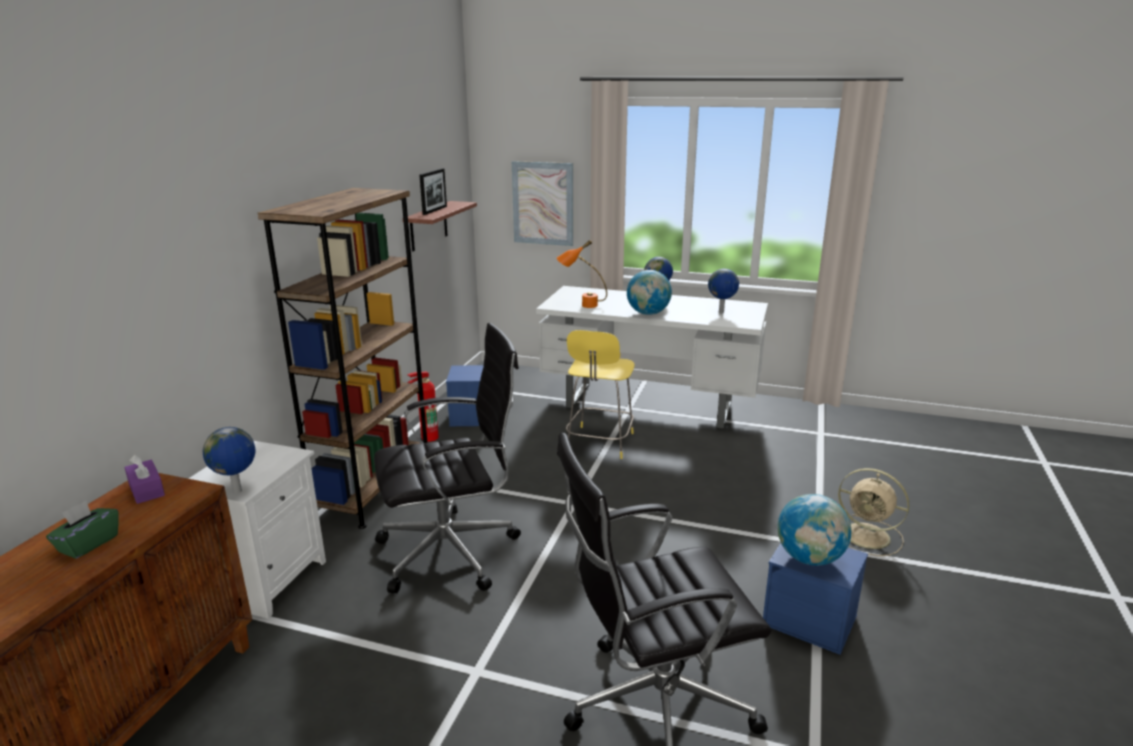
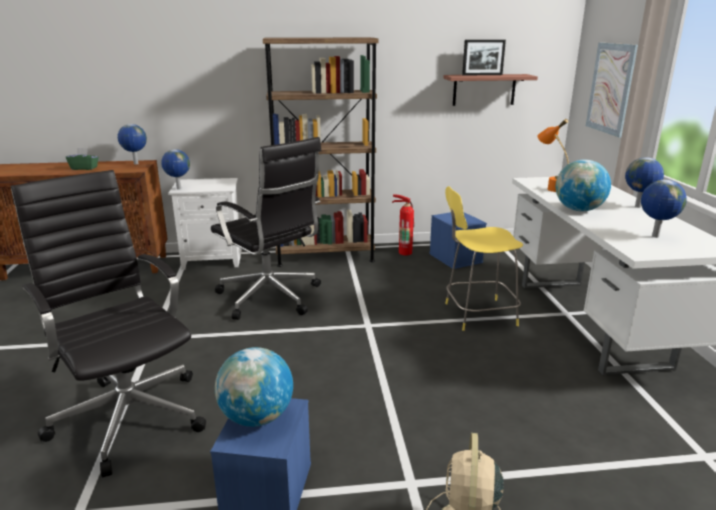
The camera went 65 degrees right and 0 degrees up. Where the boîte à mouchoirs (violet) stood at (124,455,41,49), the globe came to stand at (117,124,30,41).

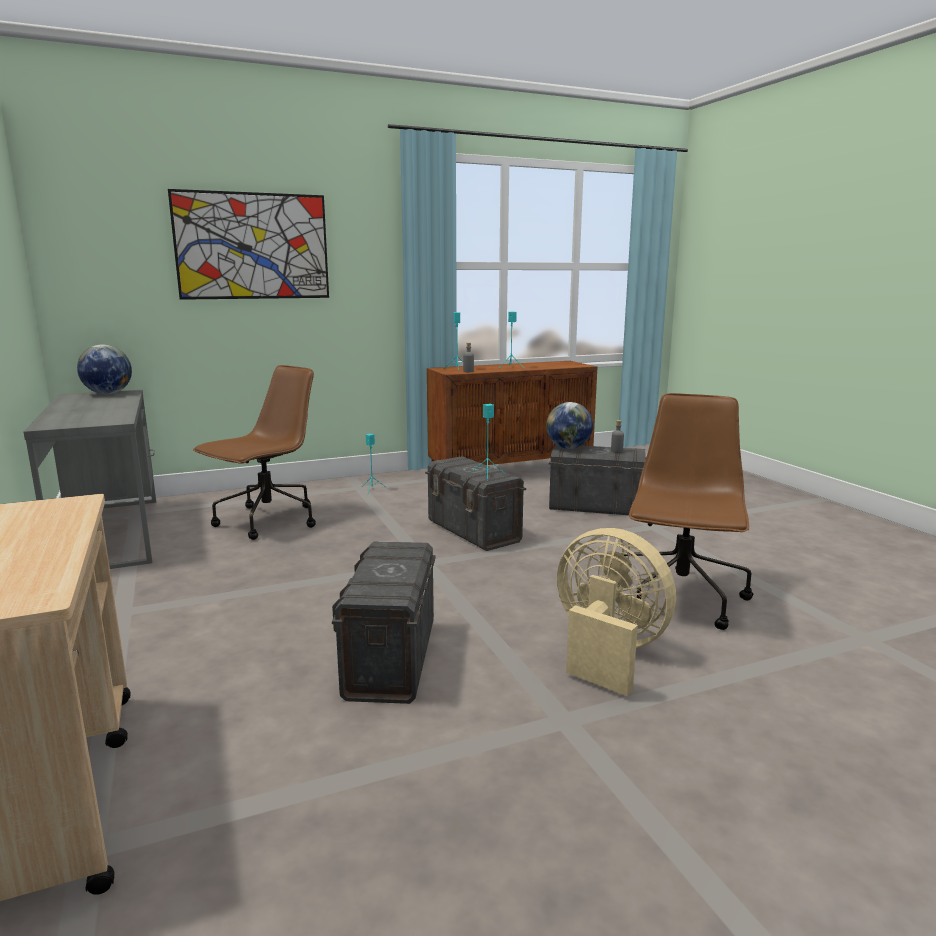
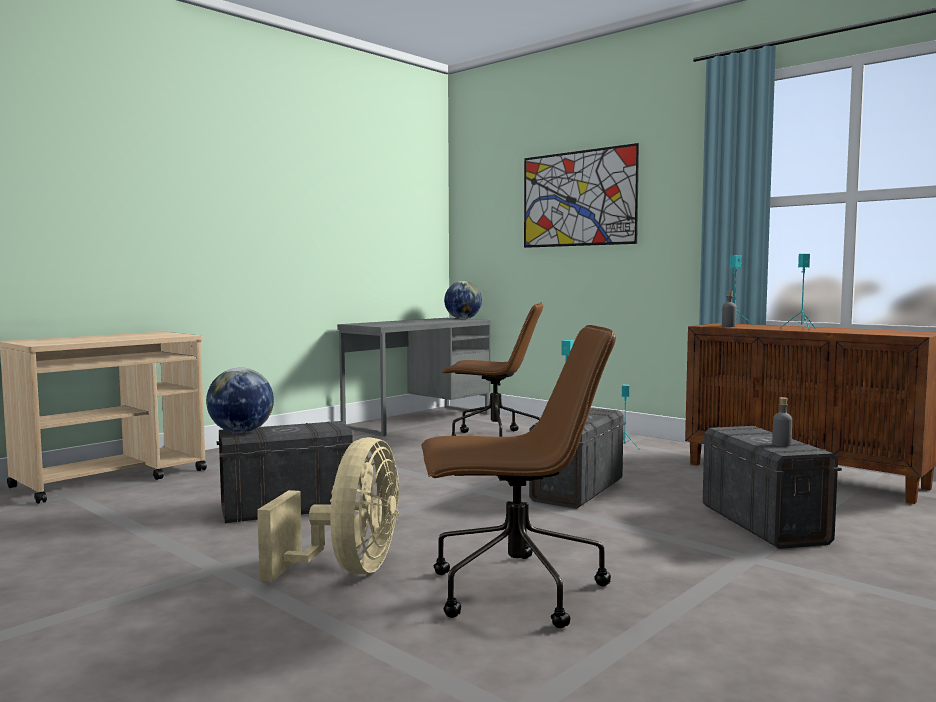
The camera went 65 degrees right and 10 degrees down. The globe ended up elsewhere, having gone from (546,402,47,47) to (206,368,68,65).

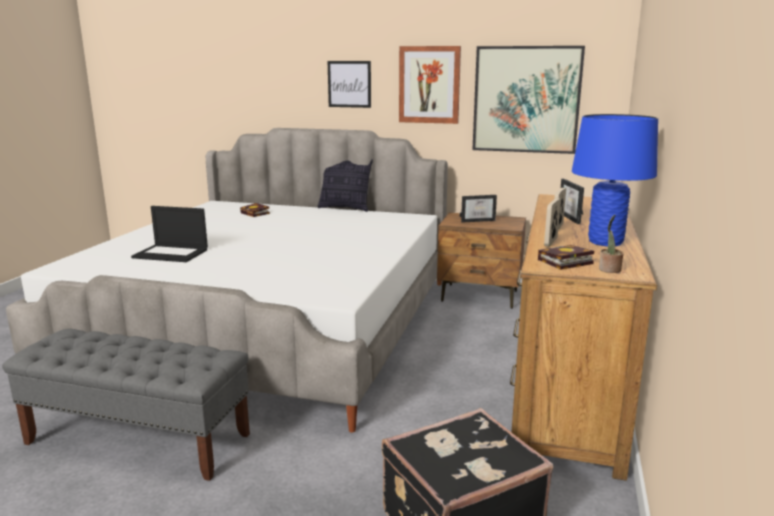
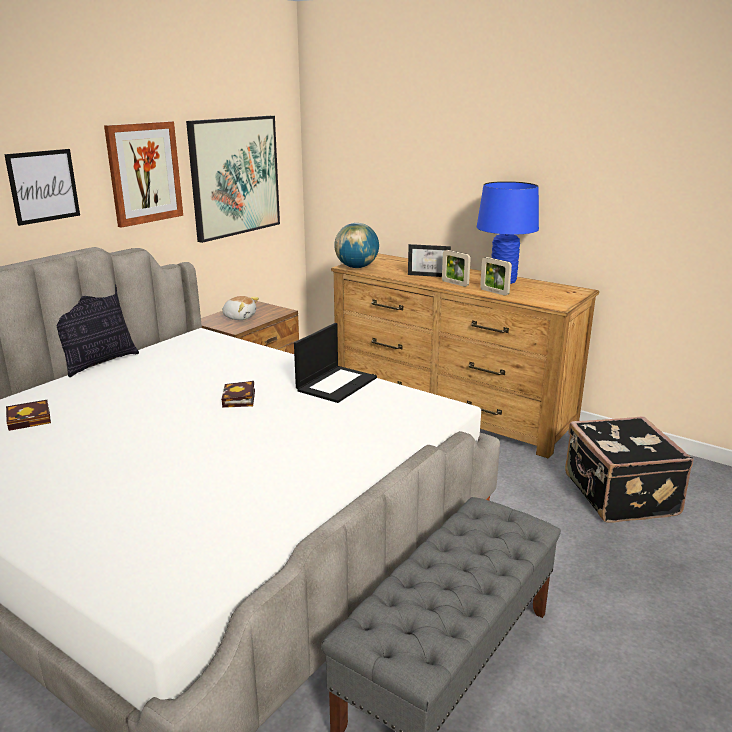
The camera went 70 degrees left and 5 degrees up. The livre ended up elsewhere, having gone from (538,245,56,25) to (221,381,34,27). Where the cadre photo stood at (460,195,37,28), the peluche came to stand at (222,296,37,24). The ordinateur portable ended up elsewhere, having gone from (131,206,77,56) to (294,323,83,80). The second view gained the globe at (334,223,45,45). The second view lost the plante en pot at (599,215,25,58).

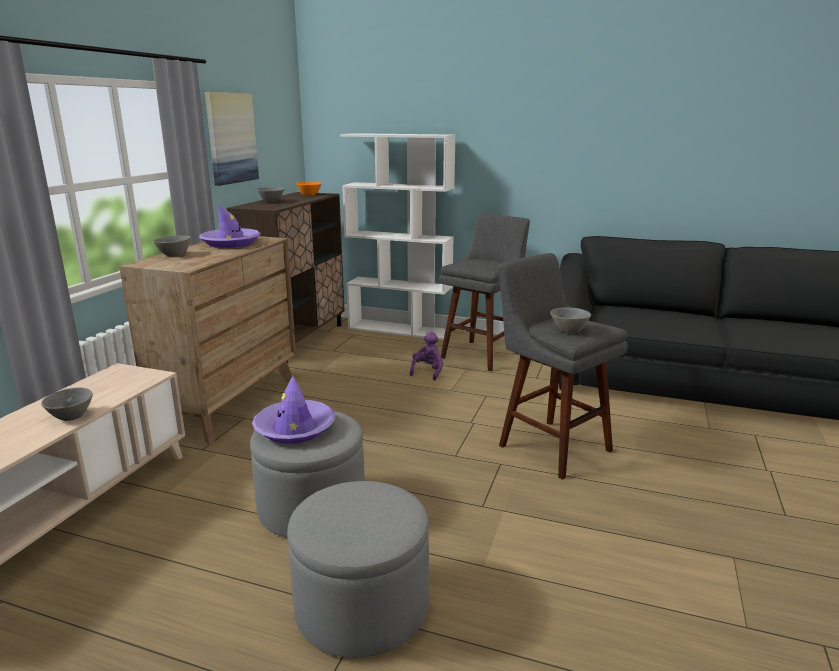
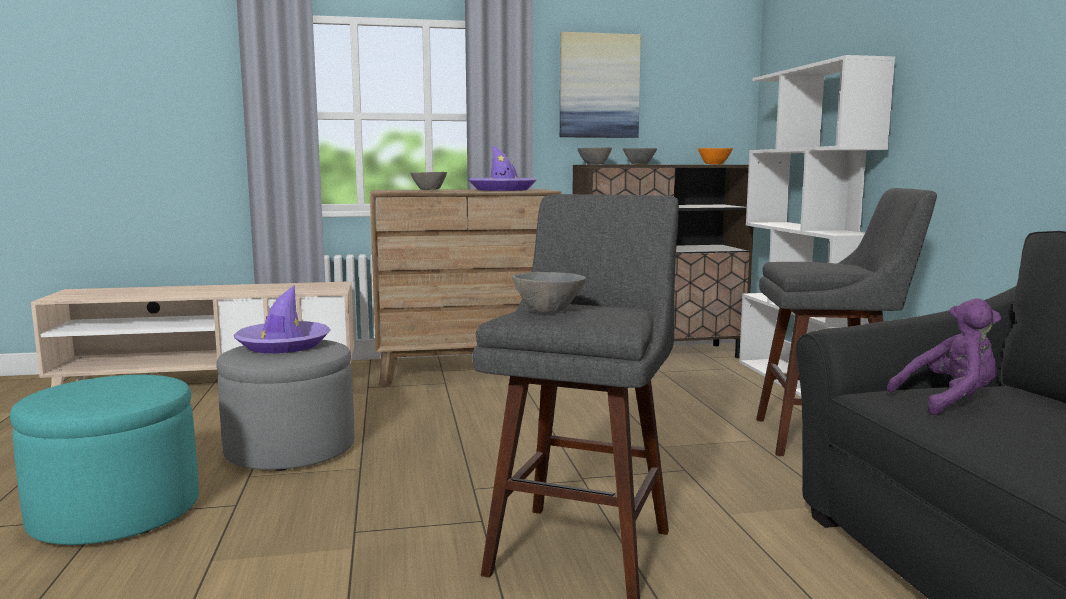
The camera went 60 degrees right and 10 degrees down. What was the pouf (gris) at (287,481,142,177) turned into the pouf (turquoise) at (10,375,189,170). The bol (gris) ended up elsewhere, having gone from (41,387,52,34) to (578,147,34,17). The peluche (violet) ended up elsewhere, having gone from (410,332,33,49) to (887,298,115,117).

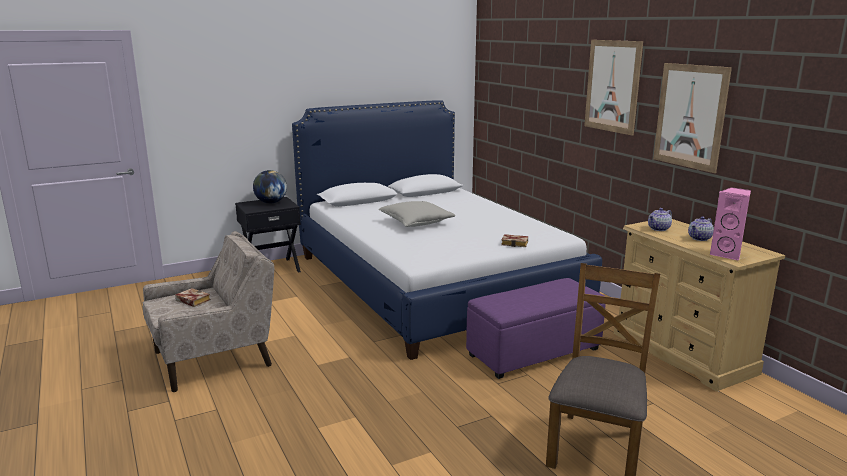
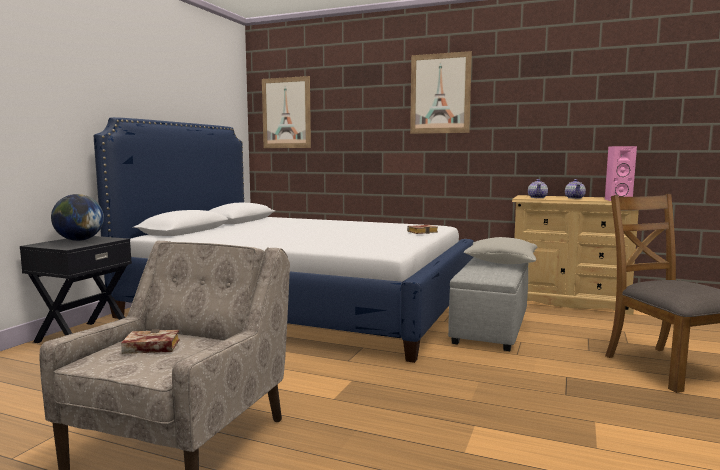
The camera went 40 degrees left and 10 degrees down. The tableau ended up elsewhere, having gone from (653,63,79,110) to (262,76,49,72). What was the pouf (violet) at (466,278,140,101) turned into the pouf (gris) at (448,257,81,94). The coussin (gris) ended up elsewhere, having gone from (379,201,76,26) to (464,237,73,27).

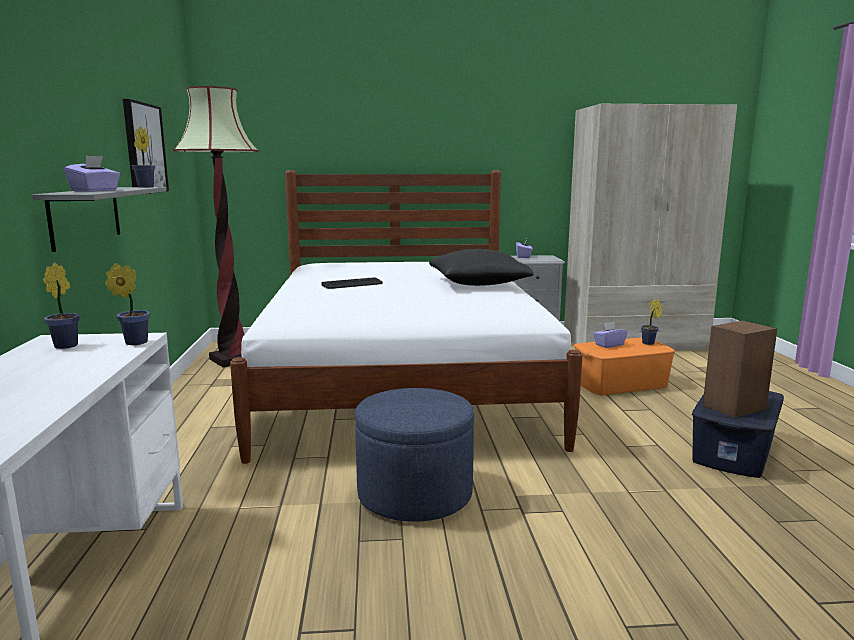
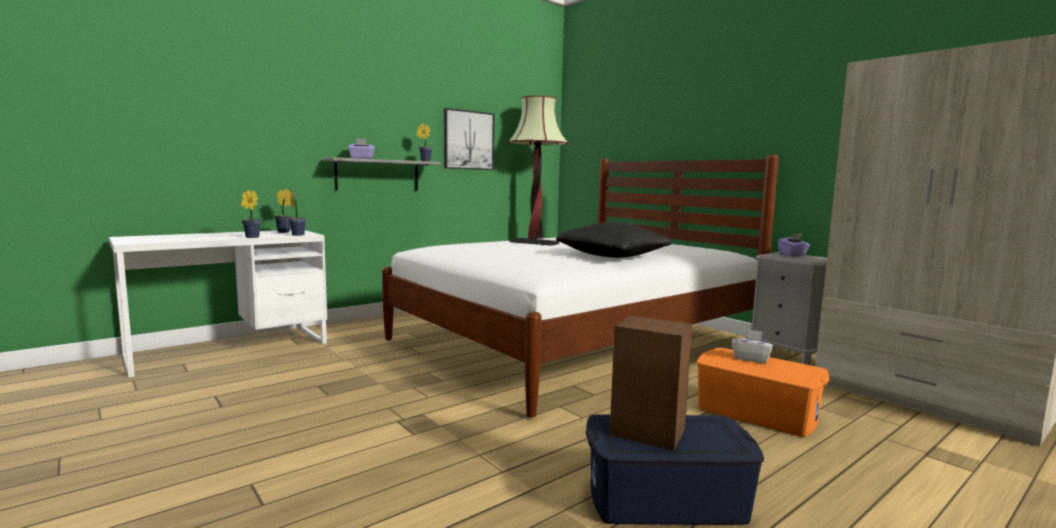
The camera went 55 degrees right and 5 degrees down. The plante en pot ended up elsewhere, having gone from (641,299,22,46) to (241,189,20,49). What was the boîte à mouchoirs (violet) at (593,322,35,26) turned into the boîte à mouchoirs (blanc) at (732,329,41,35). The second view lost the pouf (bleu) at (355,388,119,134).

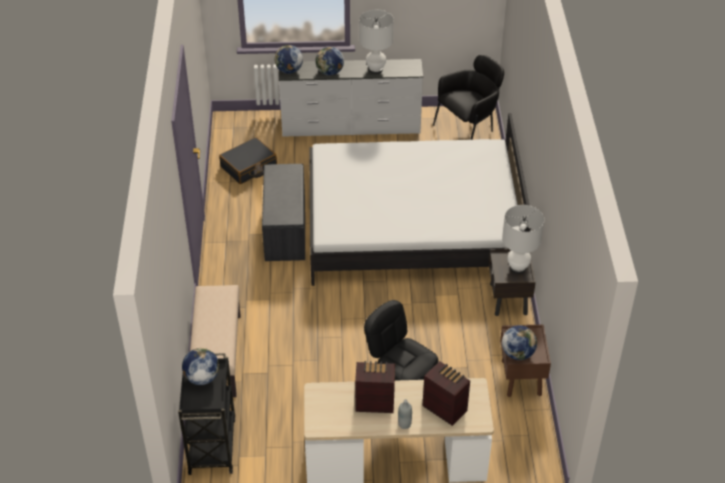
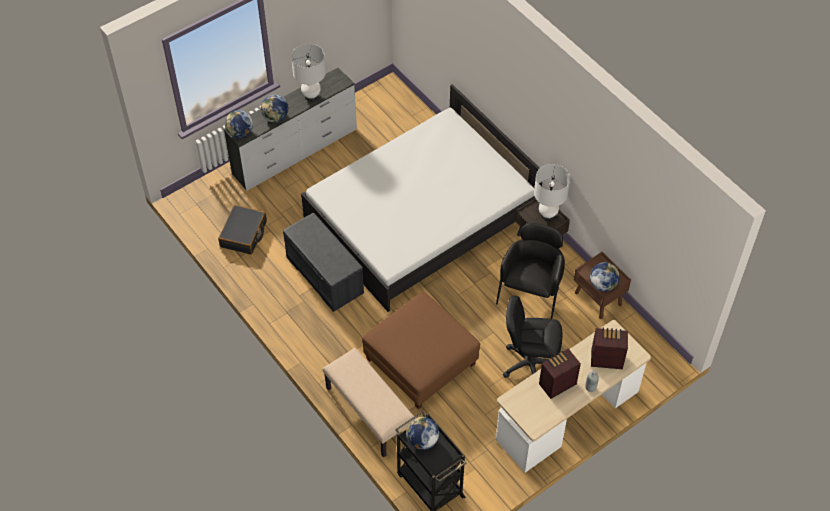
The camera went 35 degrees left and 10 degrees up. The second view gained the pouf (marron) at (362,292,118,117). The fauteuil (noir) ended up elsewhere, having gone from (433,55,71,85) to (496,223,69,96).

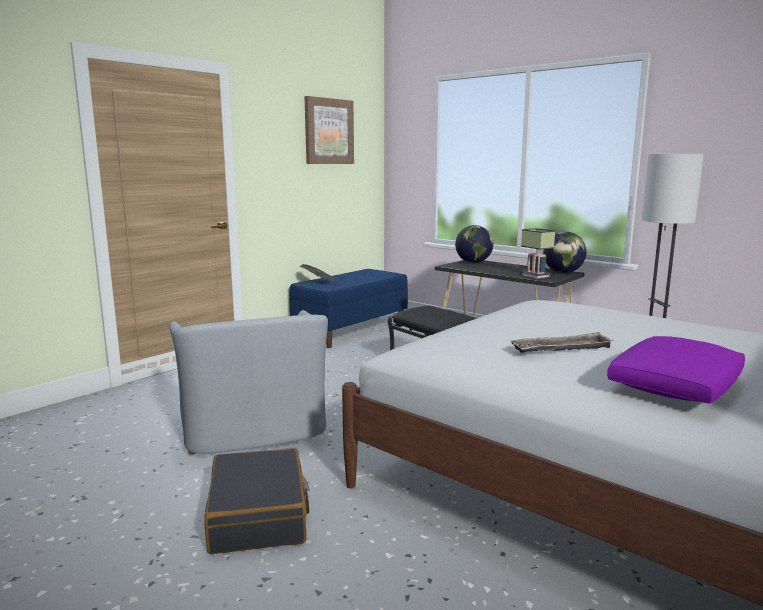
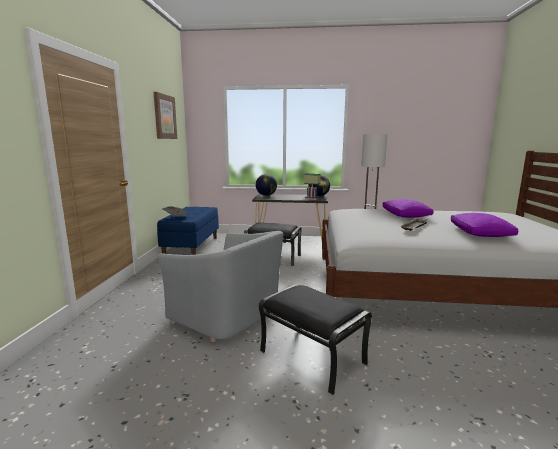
The camera went 35 degrees left and 0 degrees up. Where the valise (noir) stood at (205,448,104,106), the pouf (noir) came to stand at (259,284,113,111). The second view gained the coussin (violet) at (383,199,50,19).

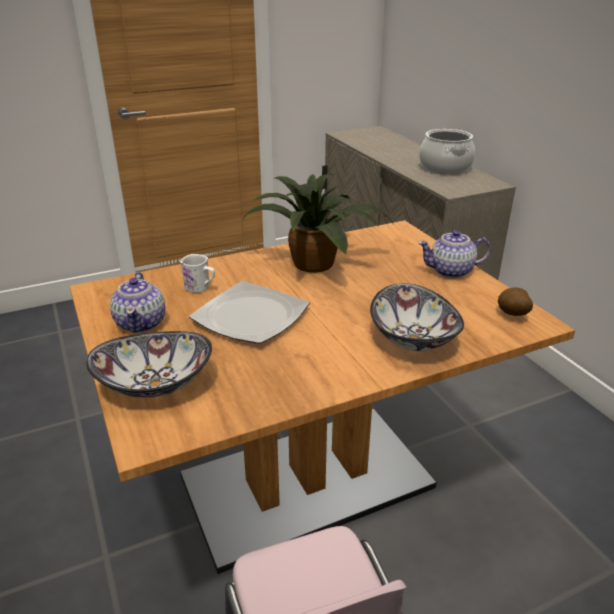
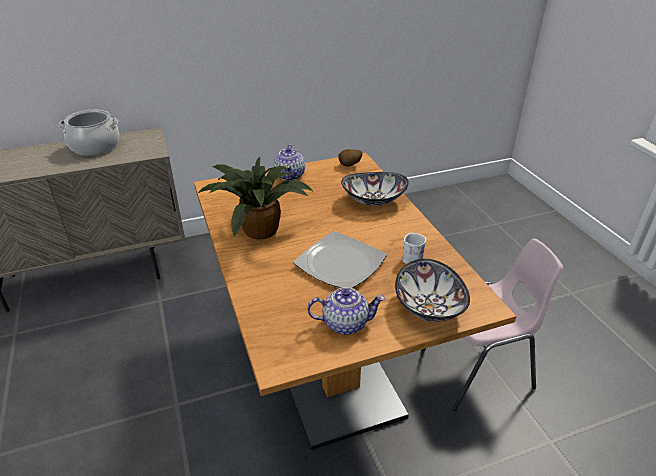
The camera went 85 degrees left and 5 degrees up. The mug (blanc) ended up elsewhere, having gone from (180,254,35,39) to (402,233,24,31).

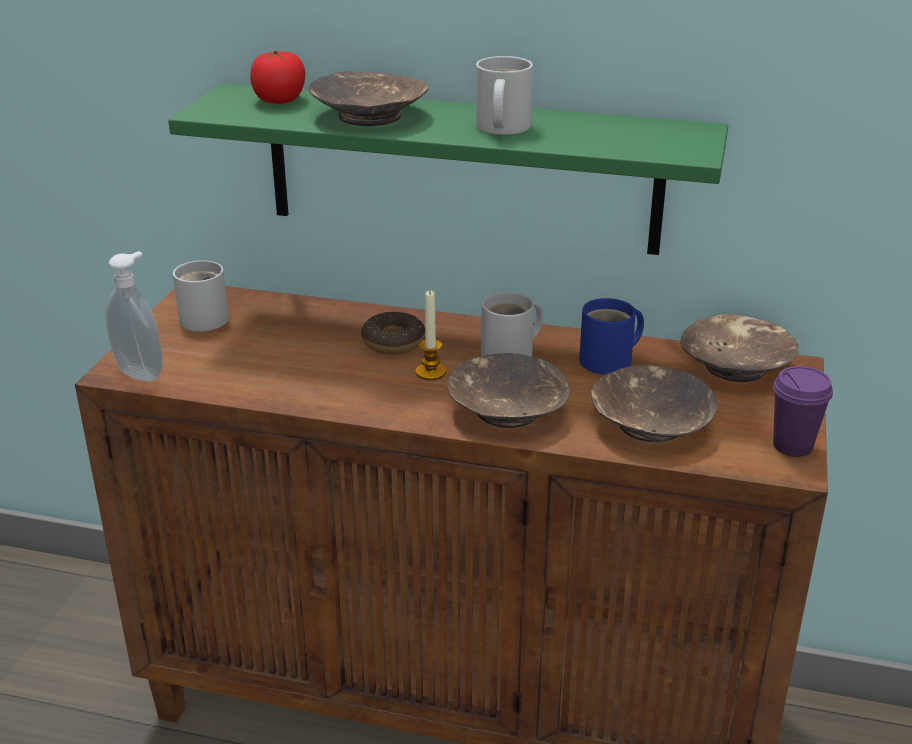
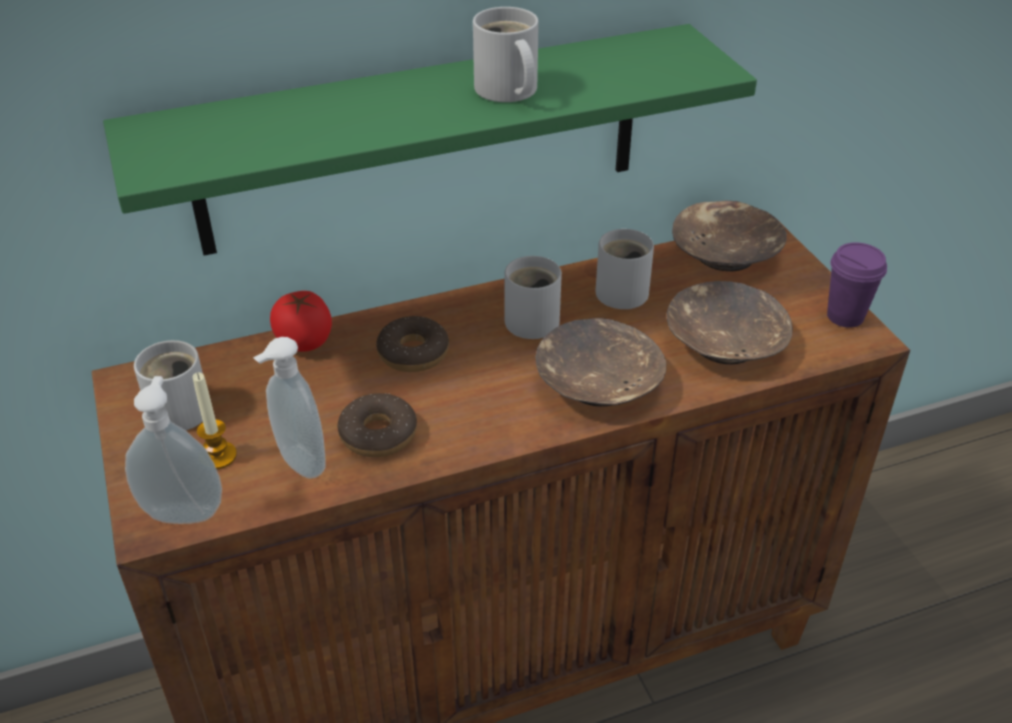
The camera went 35 degrees left and 10 degrees up. The bougie ended up elsewhere, having gone from (415,291,31,89) to (193,372,44,97). The second view gained the distributeur de savon at (253,337,73,142). The tomate ended up elsewhere, having gone from (250,51,55,53) to (270,291,62,61). The second view gained the beignet at (338,393,79,64). What was the mug (bleu) at (579,298,65,76) turned into the mug (blanc) at (595,229,59,80). The second view lost the bol (marron) at (309,71,120,55).

